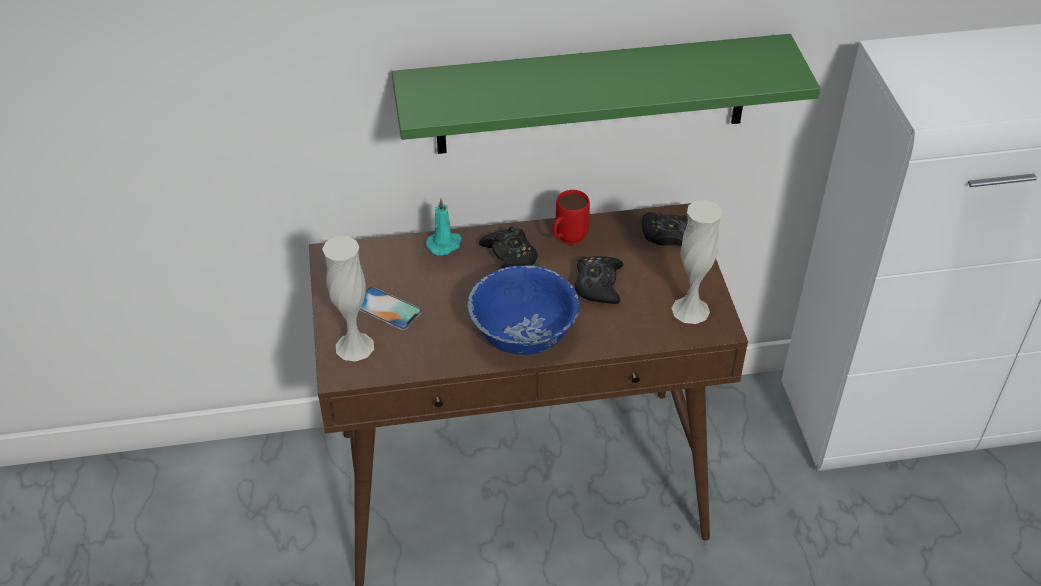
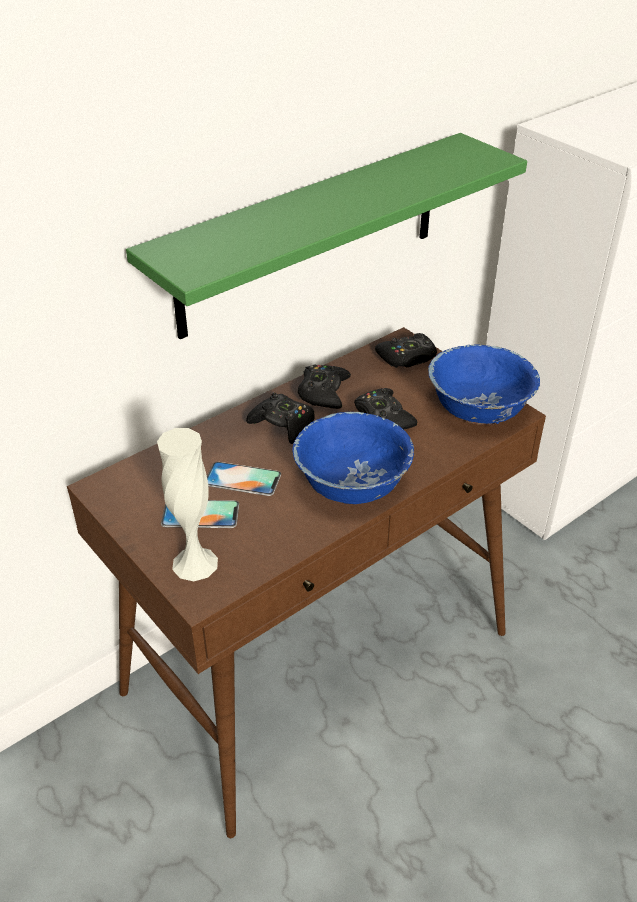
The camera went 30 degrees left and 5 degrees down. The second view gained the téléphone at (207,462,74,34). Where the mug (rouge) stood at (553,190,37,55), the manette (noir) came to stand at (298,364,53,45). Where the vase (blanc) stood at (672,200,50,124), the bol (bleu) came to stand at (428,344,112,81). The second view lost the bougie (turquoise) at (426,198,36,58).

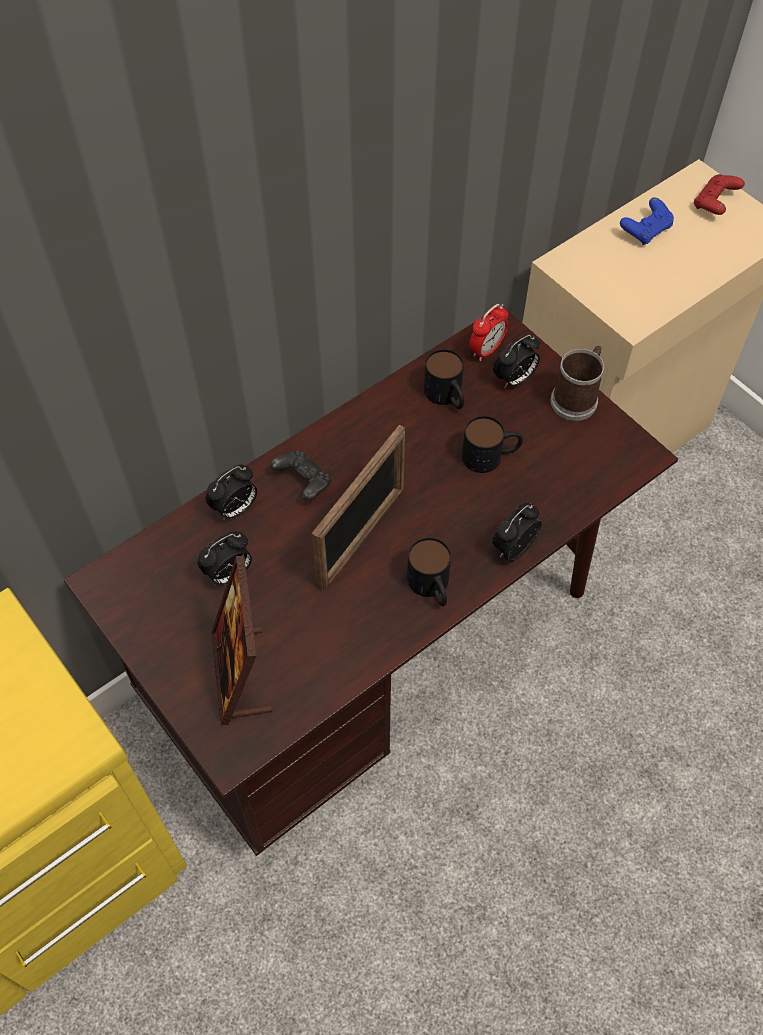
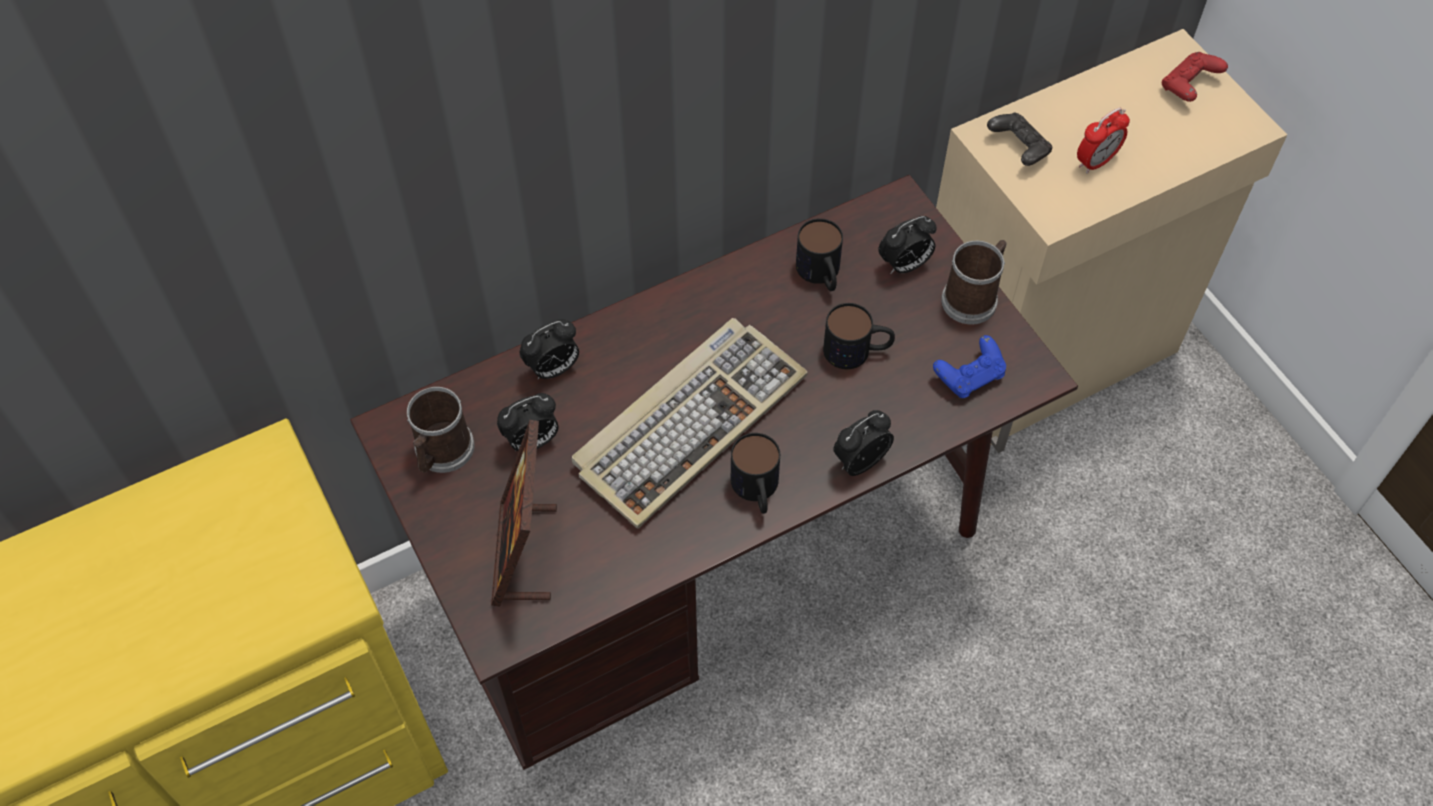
The camera went 10 degrees right and 0 degrees up. The second view gained the mug at (407,387,67,86). Where the cadre photo stood at (311,425,94,166), the clavier came to stand at (571,318,237,211). The manette (bleu) ended up elsewhere, having gone from (620,197,54,48) to (933,335,73,63). The manette (noir) ended up elsewhere, having gone from (270,450,62,51) to (987,112,65,54). The réveil ended up elsewhere, having gone from (469,304,39,57) to (1077,108,53,66).

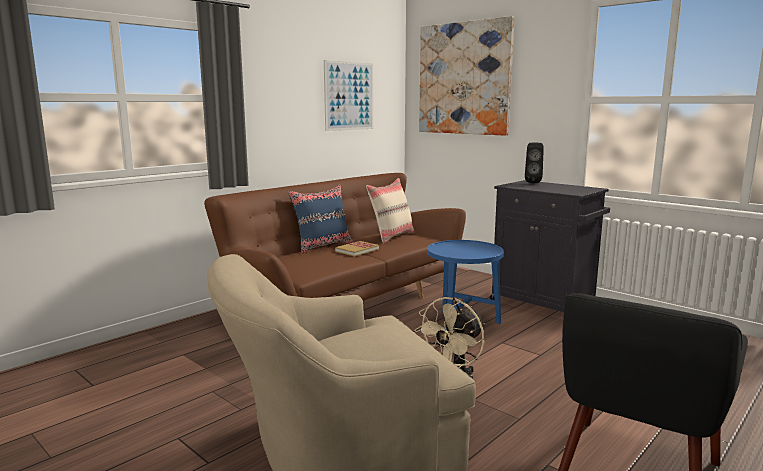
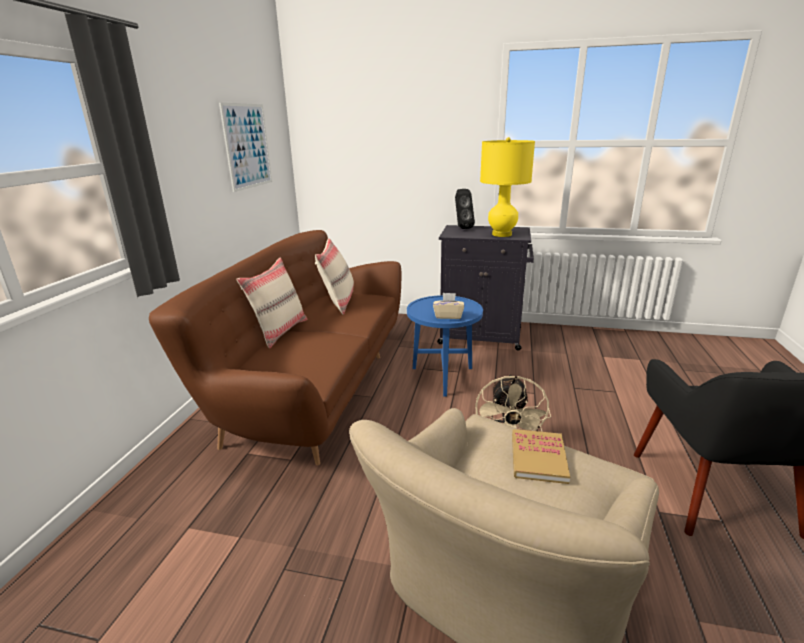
The camera went 30 degrees left and 10 degrees up. What was the coussin (bleu) at (288,185,65,68) turned into the coussin (beige) at (236,257,72,92). The second view gained the boîte à mouchoirs (beige) at (433,293,31,26). The second view gained the lampe de table (jaune) at (480,137,55,100). The livre ended up elsewhere, having gone from (335,241,44,16) to (512,429,58,55). The second view lost the tableau at (419,16,95,120).

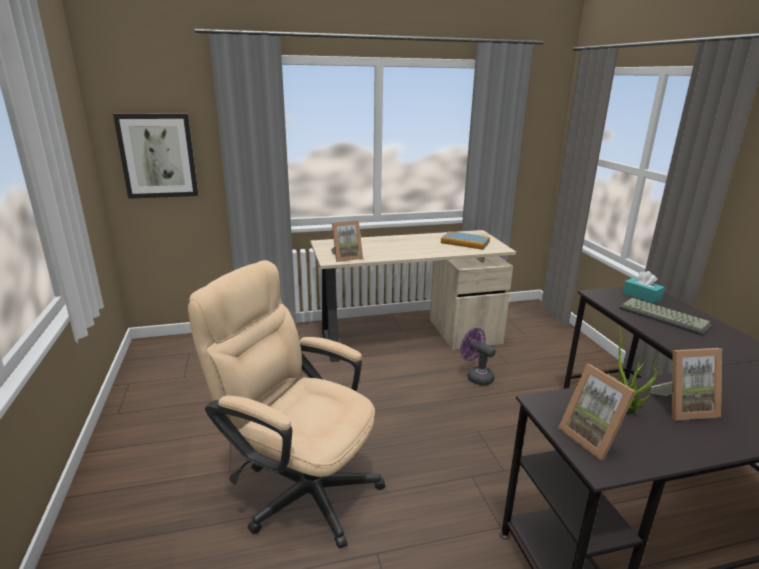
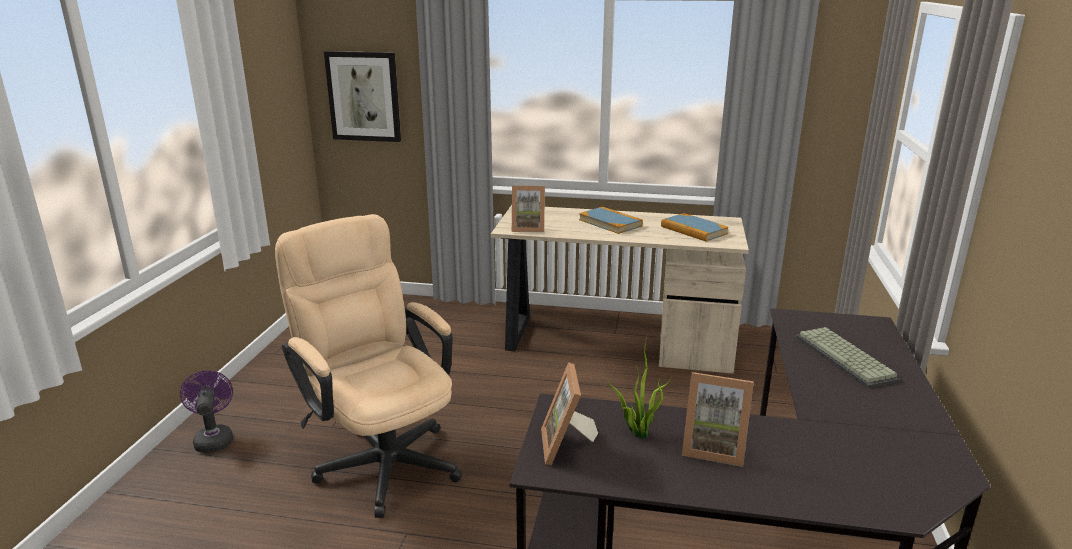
The camera went 25 degrees right and 0 degrees up. The ventilateur (violet) ended up elsewhere, having gone from (461,328,35,57) to (180,370,53,83). The second view gained the livre at (579,207,64,27). The second view lost the boîte à mouchoirs (turquoise) at (623,271,42,33).

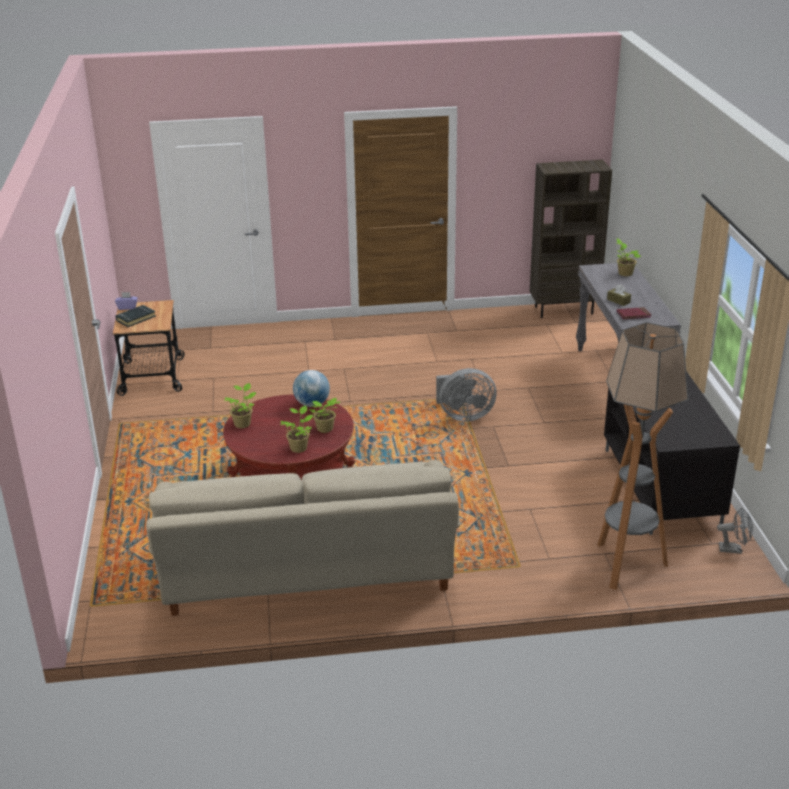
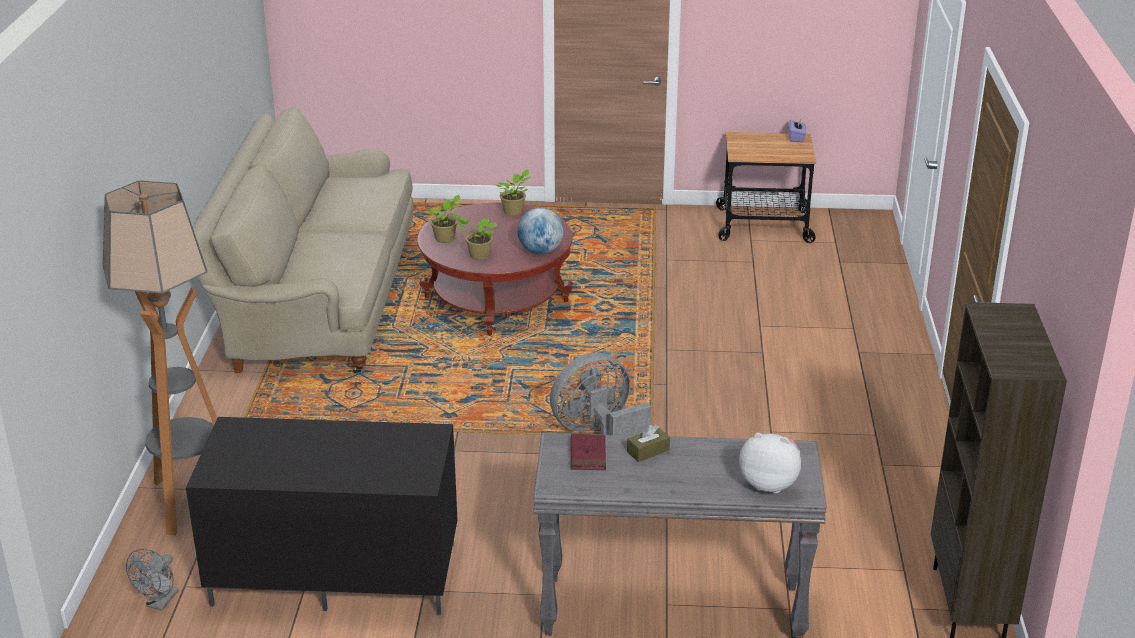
The camera went 100 degrees right and 0 degrees up. The ventilateur (gris) at (436,368,61,53) ended up facing another way, 60 degrees clockwise from before. Where the plante en pot stood at (617,238,24,38), the peluche came to stand at (739,433,62,60). The second view lost the livre (noir) at (115,305,41,22).

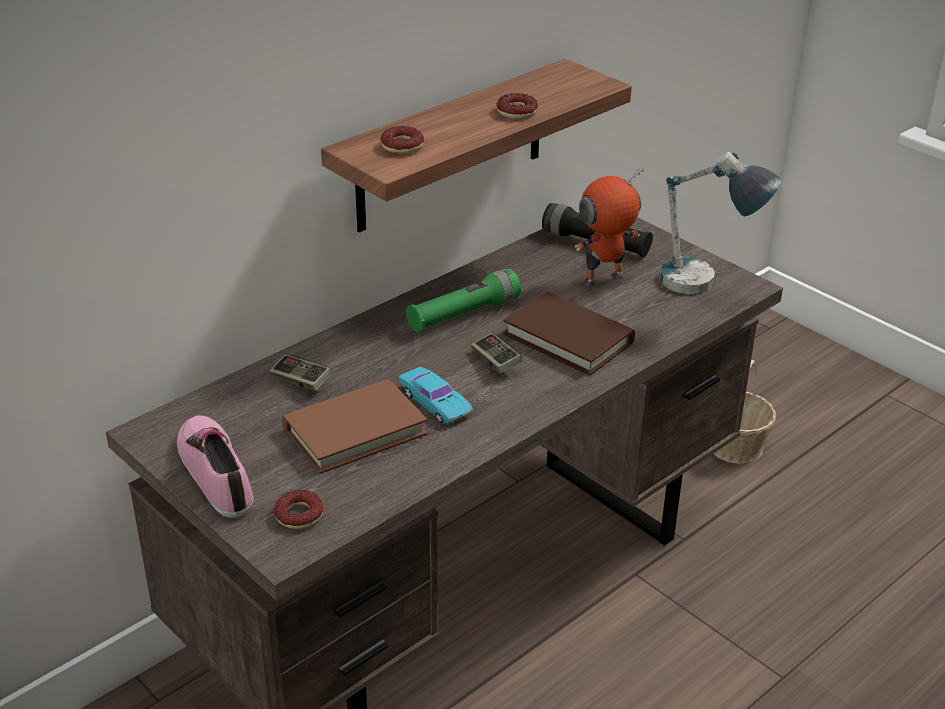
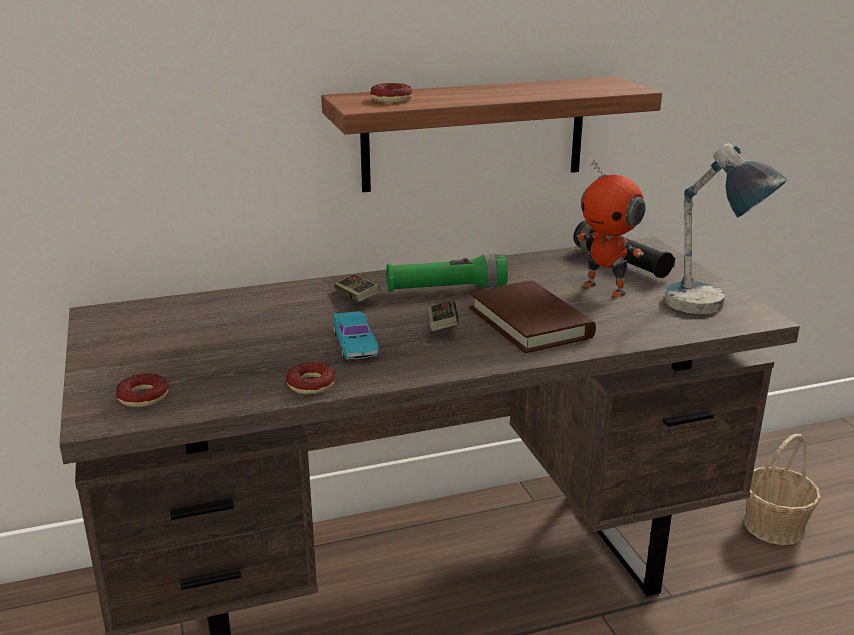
The camera went 25 degrees right and 10 degrees down. The beignet ended up elsewhere, having gone from (496,93,42,26) to (286,362,50,32). The manette ended up elsewhere, having gone from (269,354,63,37) to (334,274,47,28). The robot jouet at (575,168,69,118) ended up facing another way, 135 degrees counterclockwise from before. The second view lost the chaussure at (177,415,77,103). The second view lost the livre (marron) at (282,379,146,95).

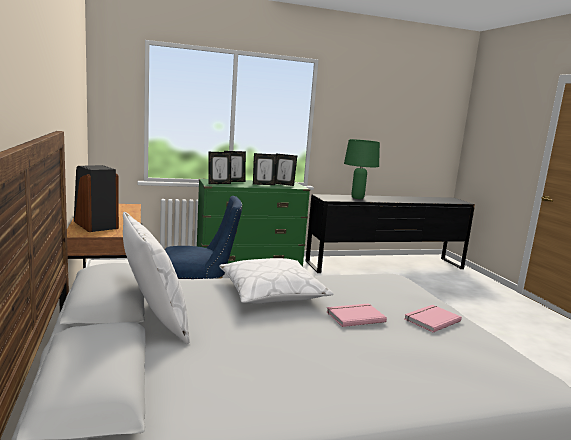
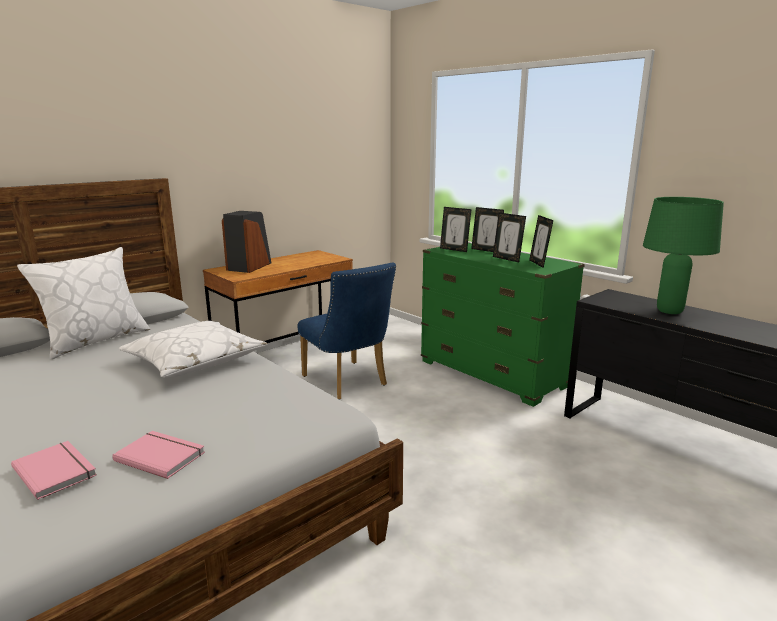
The camera went 65 degrees right and 5 degrees up. The livre (rose) ended up elsewhere, having gone from (327,303,60,24) to (11,441,86,59).

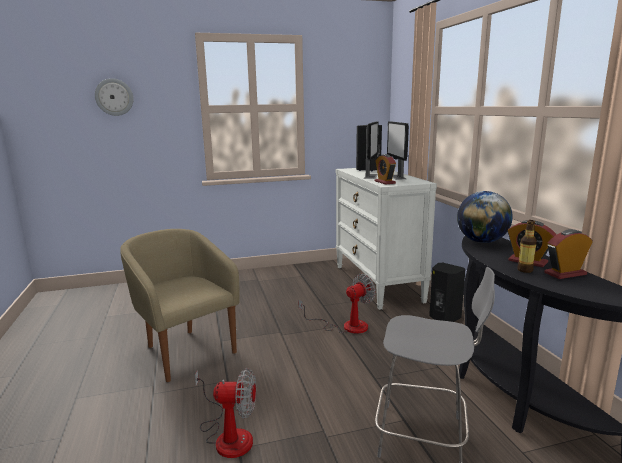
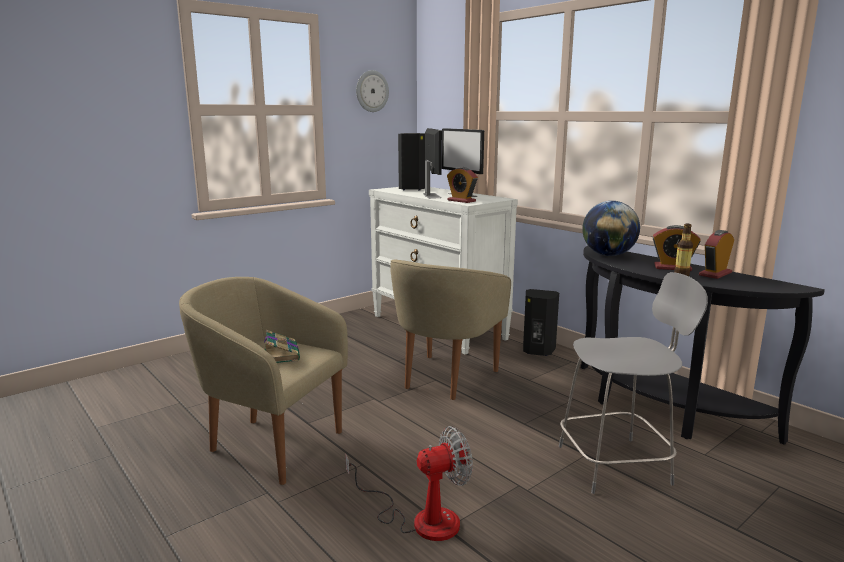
The camera went 25 degrees left and 0 degrees up. The second view gained the livre at (264,330,36,33). The horloge murale ended up elsewhere, having gone from (95,78,39,38) to (356,70,33,42). Where the ventilateur stood at (298,274,78,60), the fauteuil (beige) came to stand at (390,259,121,141).

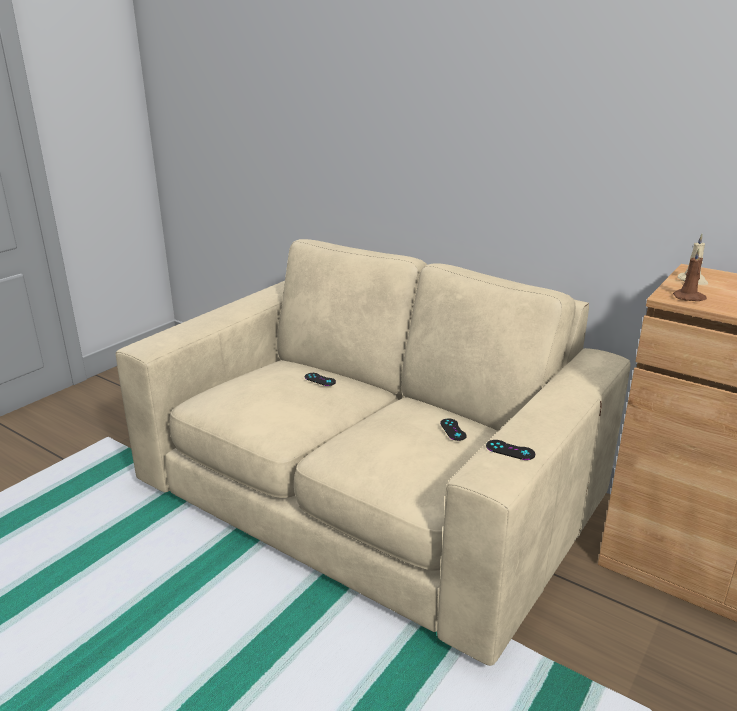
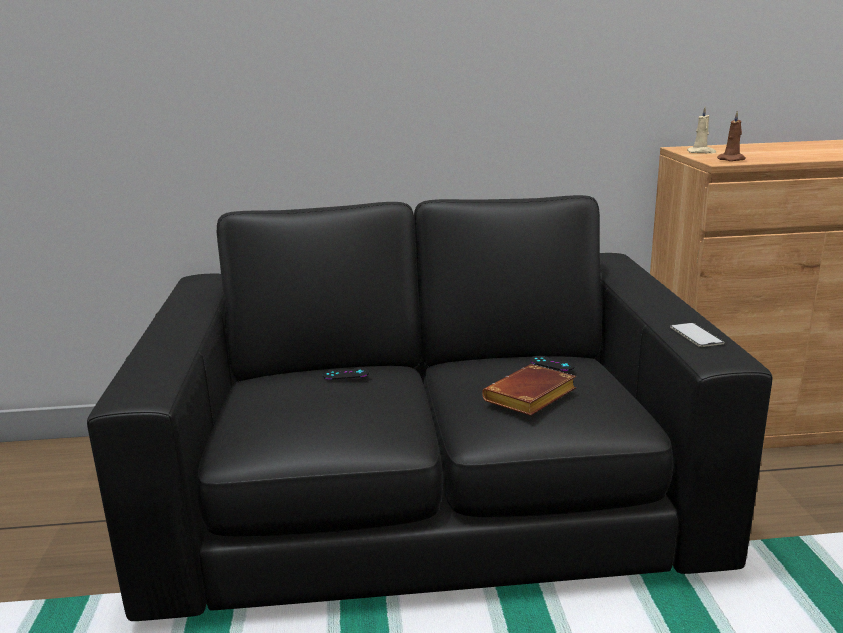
The camera went 40 degrees left and 5 degrees down. What was the canapé (beige) at (116,239,515,427) turned into the canapé (noir) at (87,195,686,426). The second view gained the livre (marron) at (482,364,94,52). Where the manette (noir) stood at (486,440,49,20), the téléphone came to stand at (670,323,54,24).

